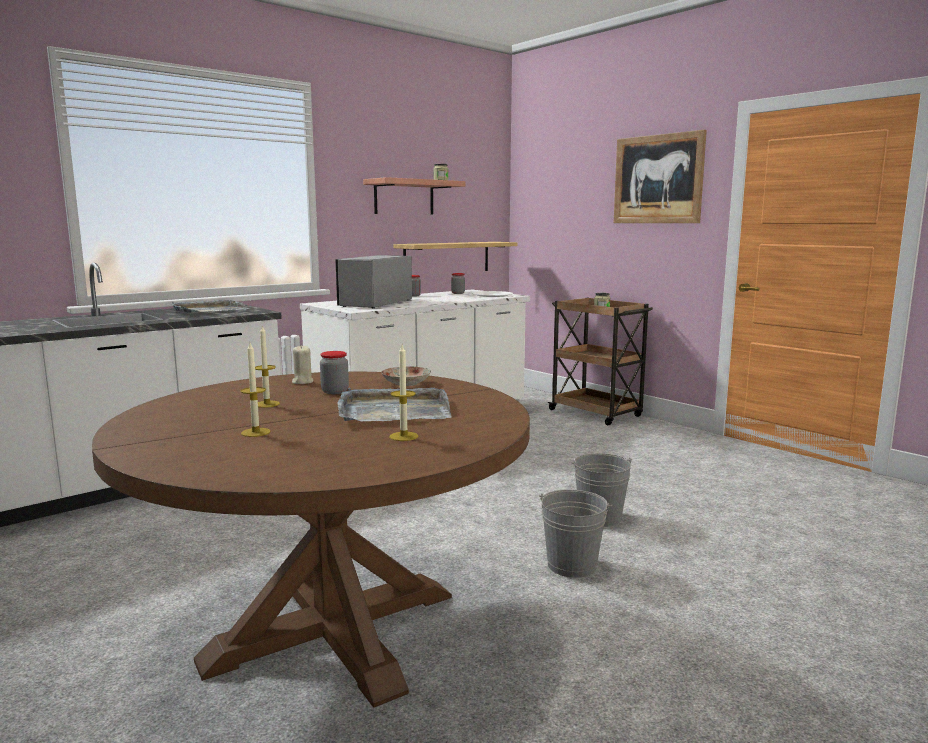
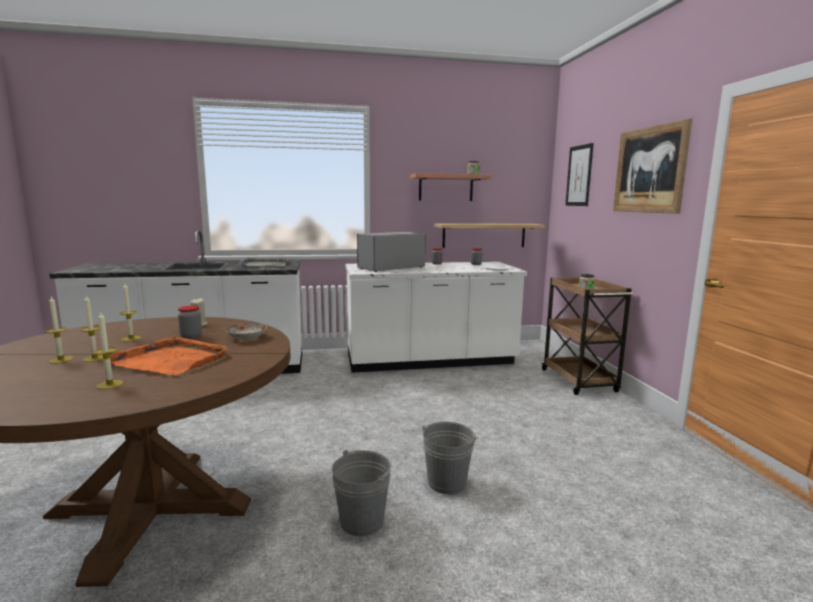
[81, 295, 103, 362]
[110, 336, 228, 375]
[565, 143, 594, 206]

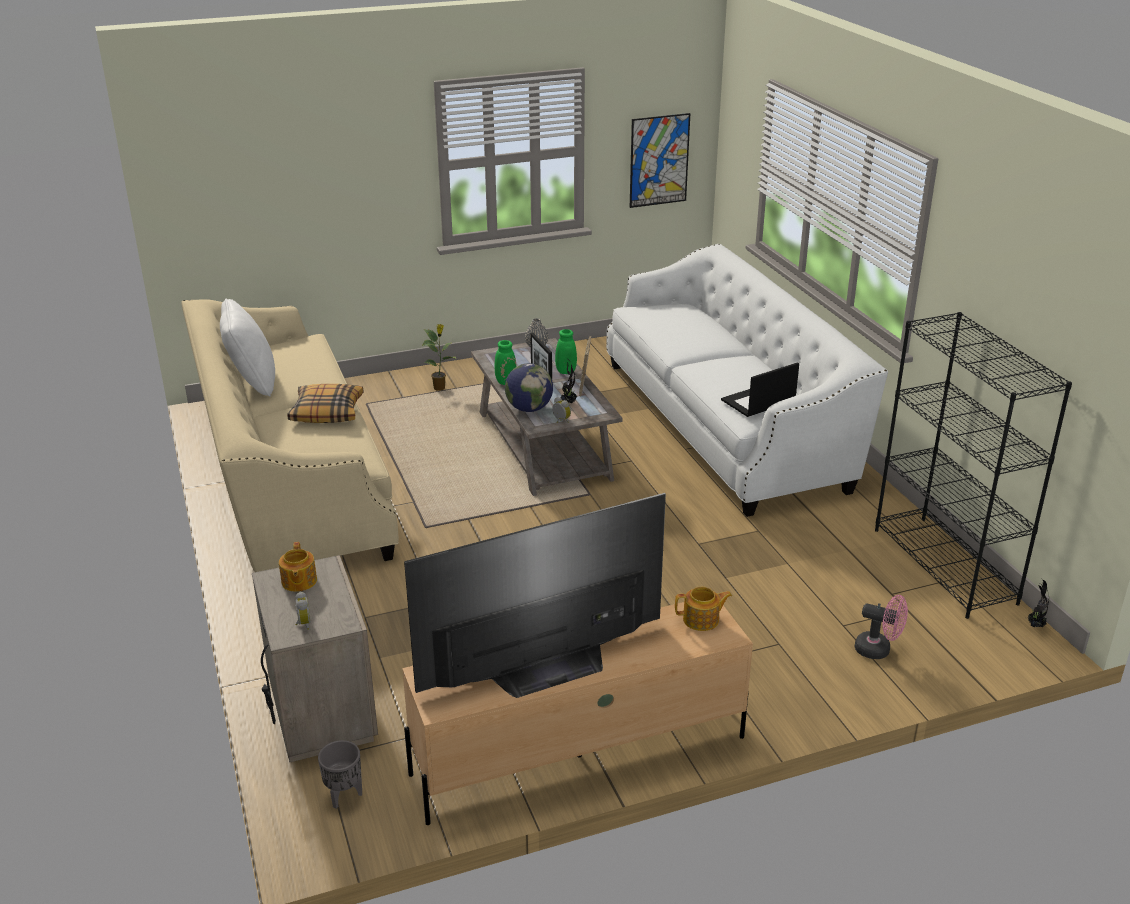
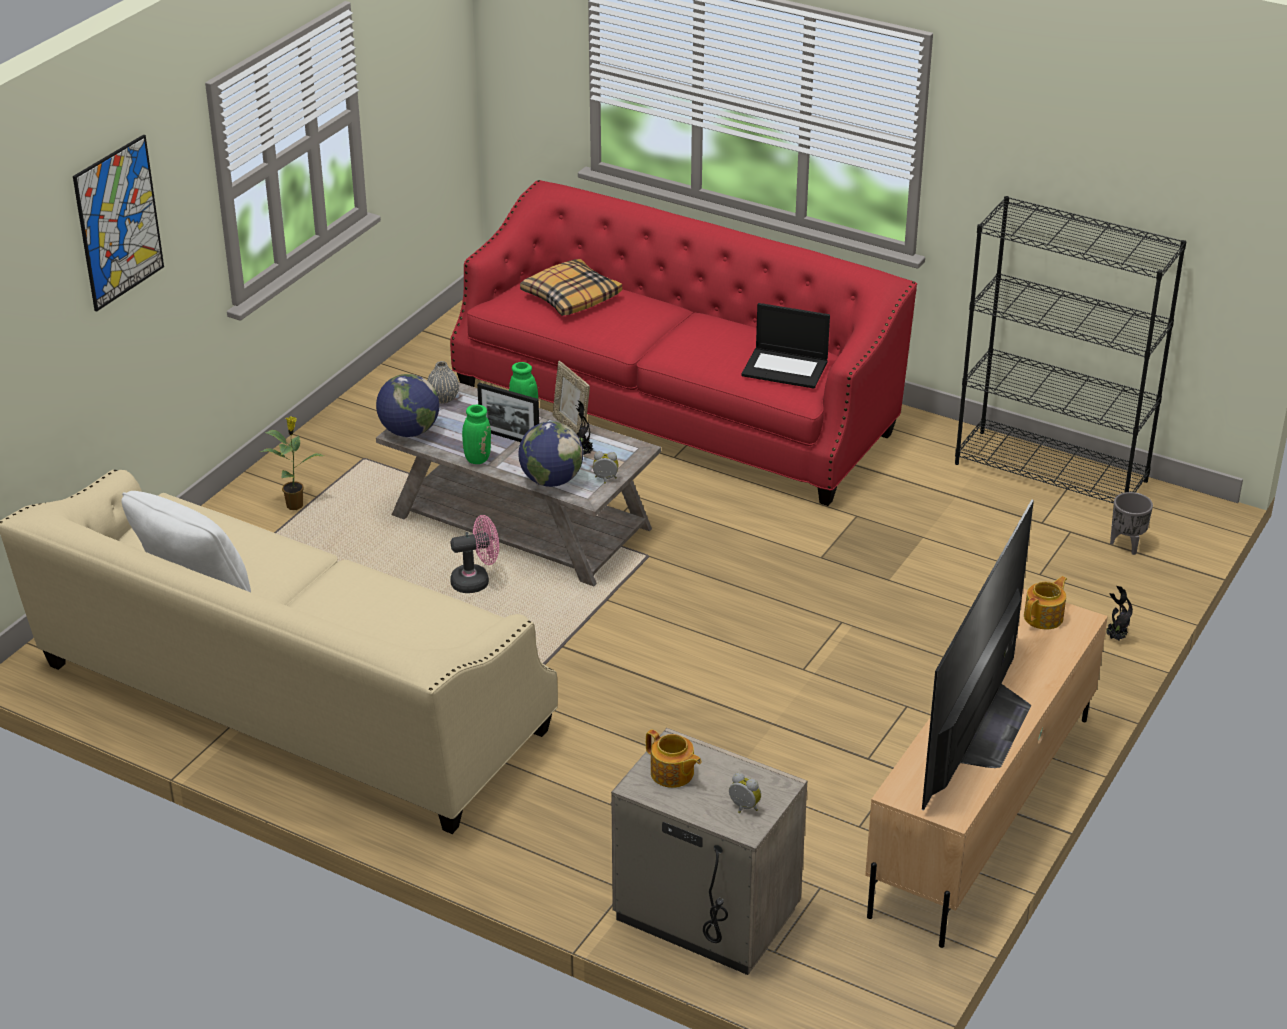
[73, 135, 164, 312]
[376, 374, 439, 437]
[450, 180, 917, 506]
[450, 515, 499, 593]
[520, 259, 622, 316]
[741, 303, 830, 389]
[1106, 586, 1133, 641]
[1110, 492, 1153, 555]

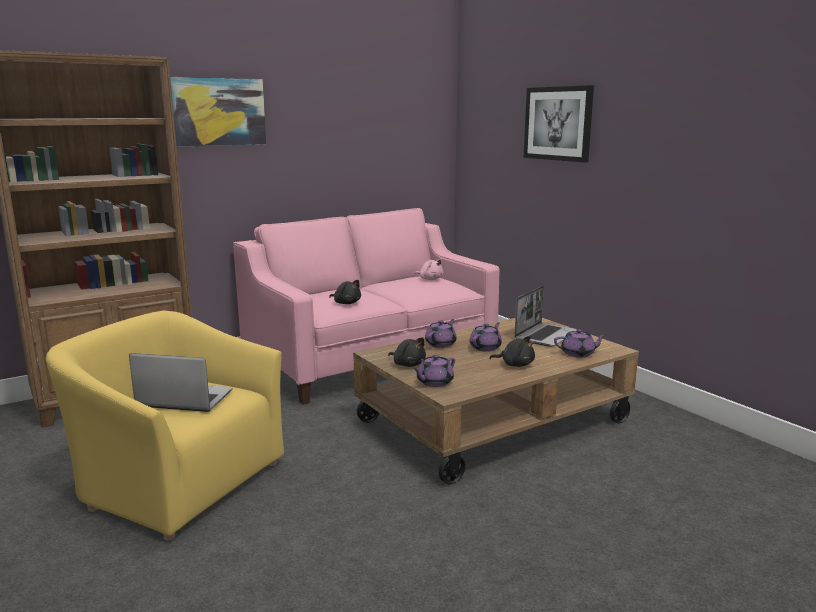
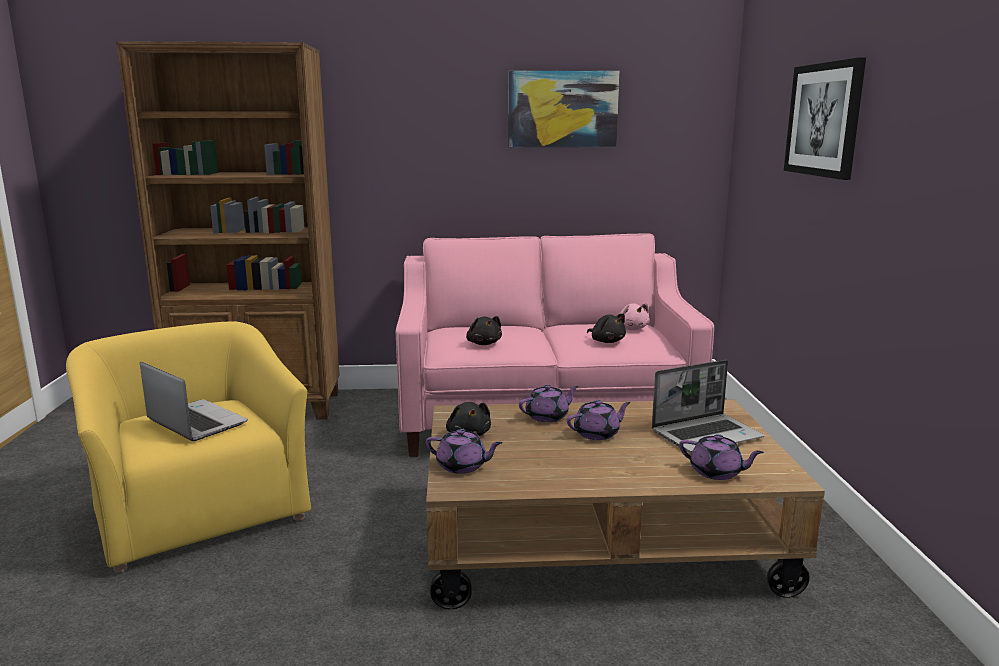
[426, 429, 503, 474]
[508, 70, 620, 147]
[587, 313, 626, 343]

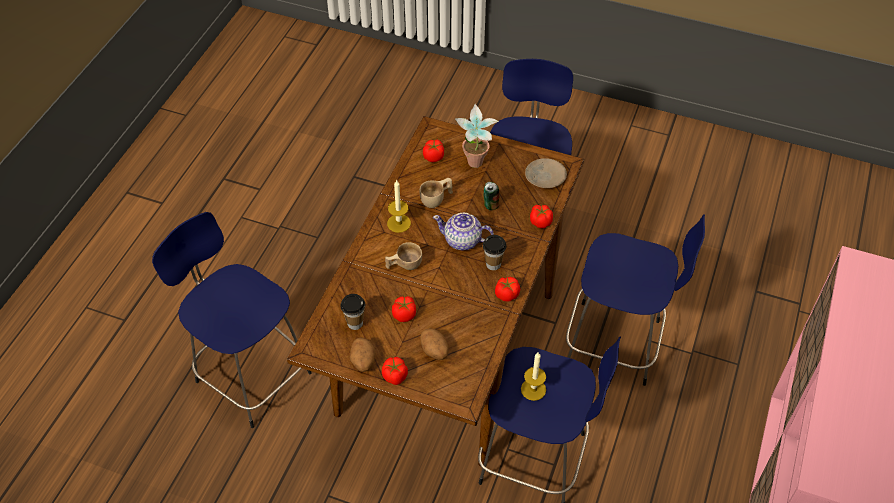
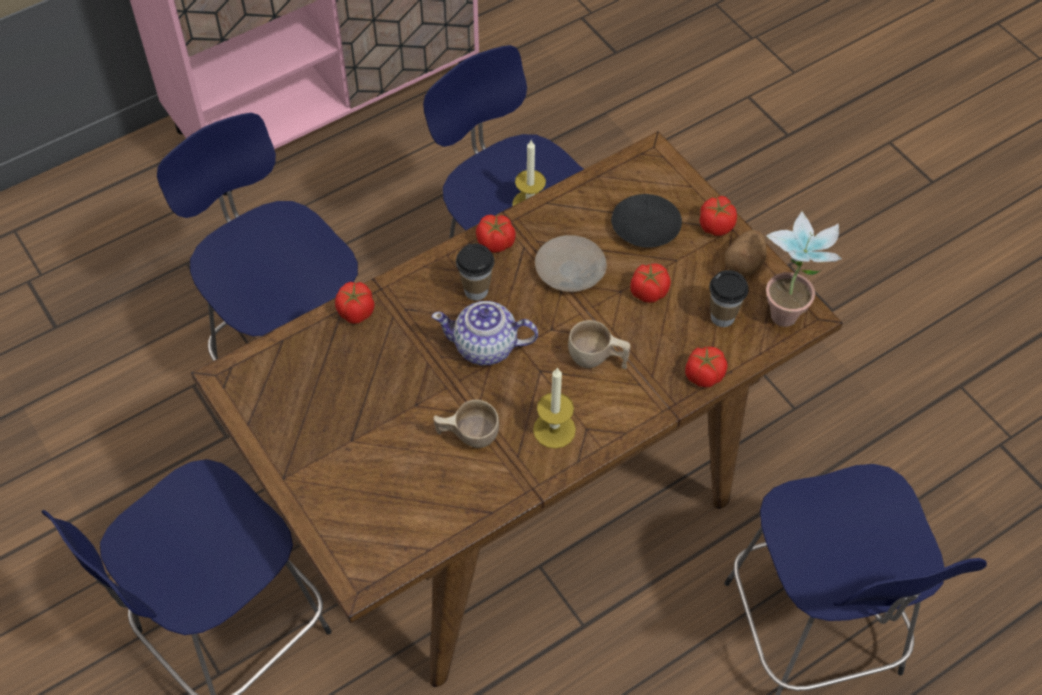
[432, 301, 538, 365]
[535, 235, 607, 292]
[611, 194, 682, 248]
[685, 347, 728, 387]
[766, 211, 843, 327]
[483, 182, 499, 210] (first image)

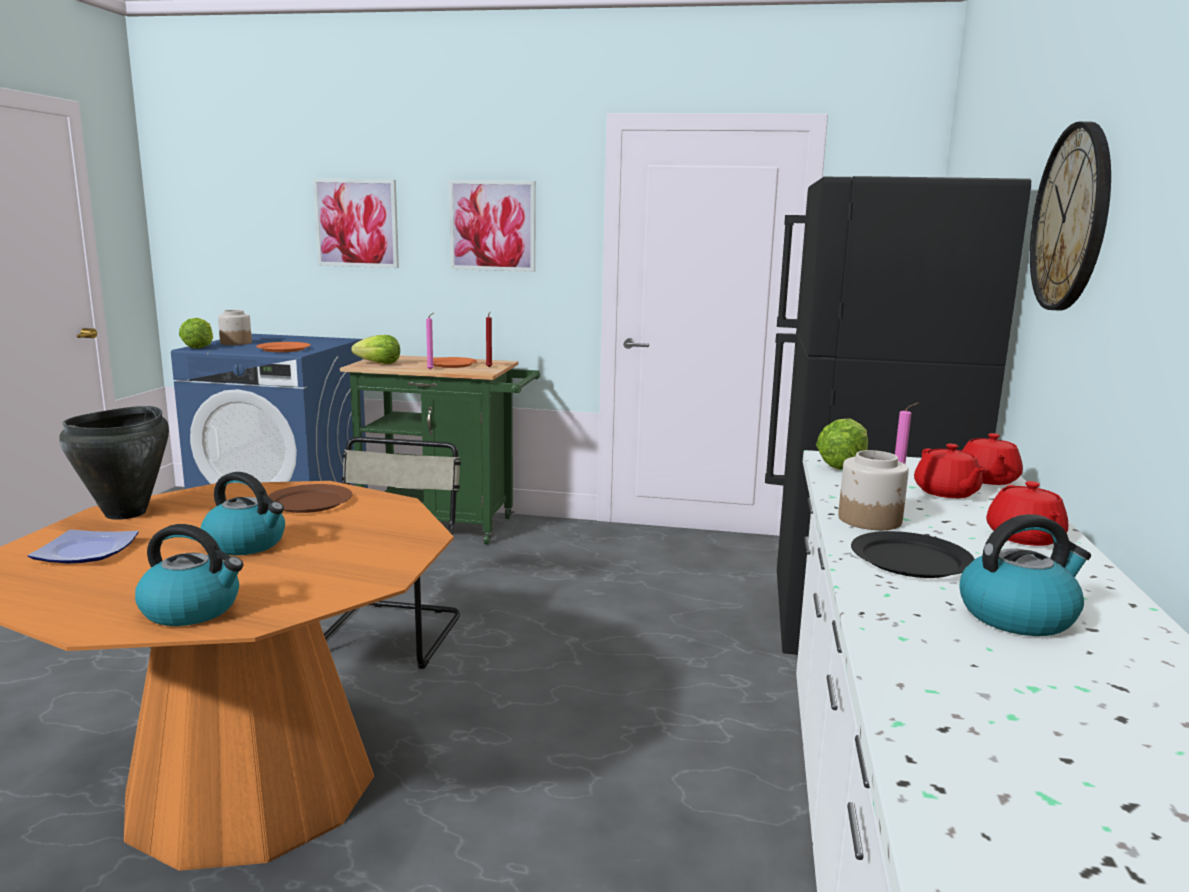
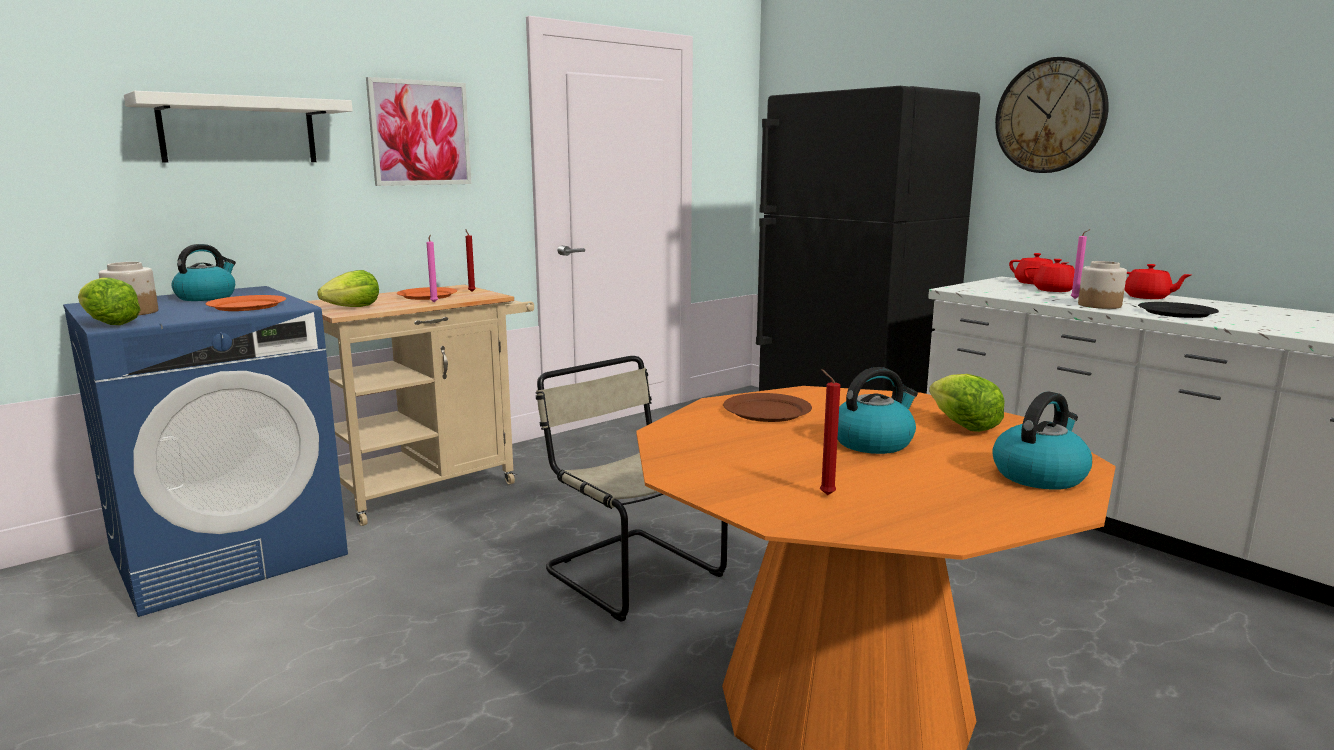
[124, 91, 353, 163]
[172, 244, 236, 301]
[306, 285, 534, 526]
[820, 369, 840, 495]
[929, 374, 1005, 432]
[59, 406, 169, 520] (first image)

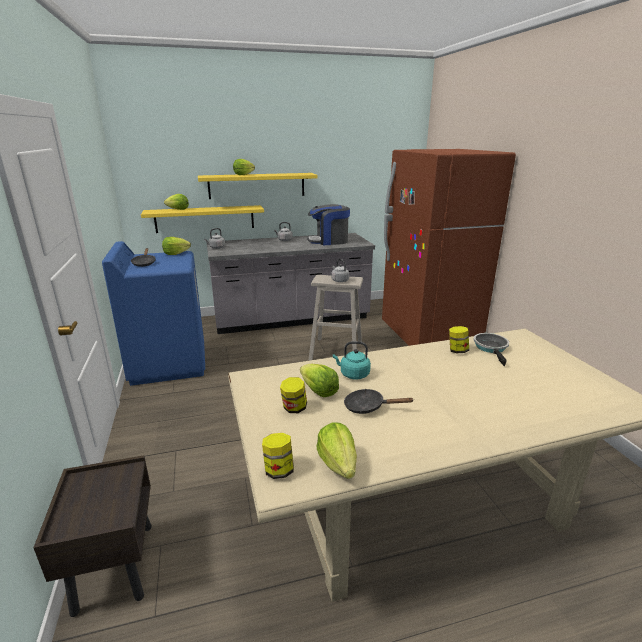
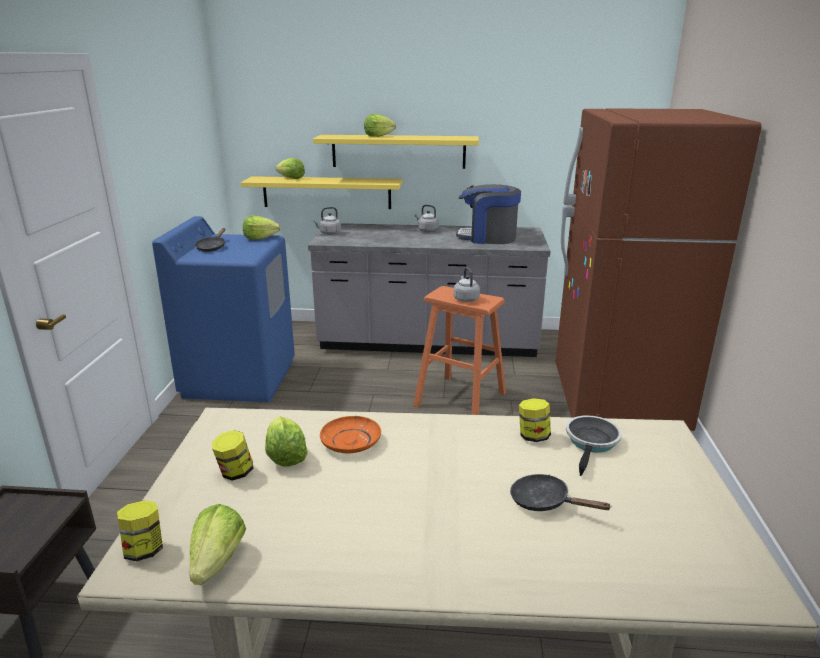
[320, 416, 381, 453]
[413, 286, 506, 415]
[510, 474, 612, 511]

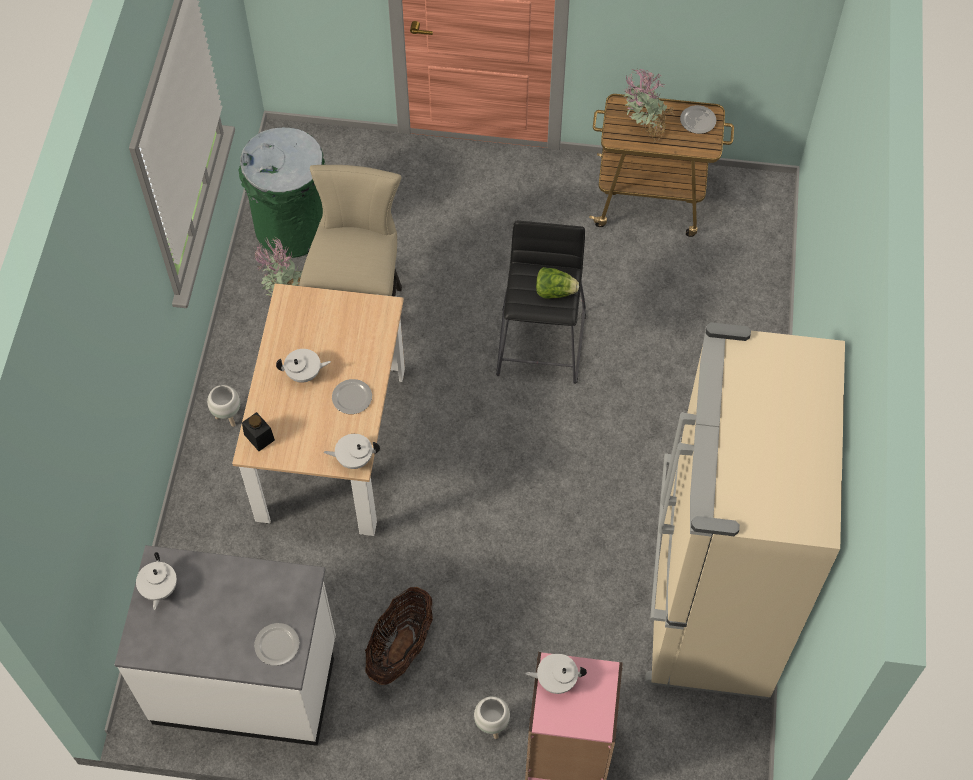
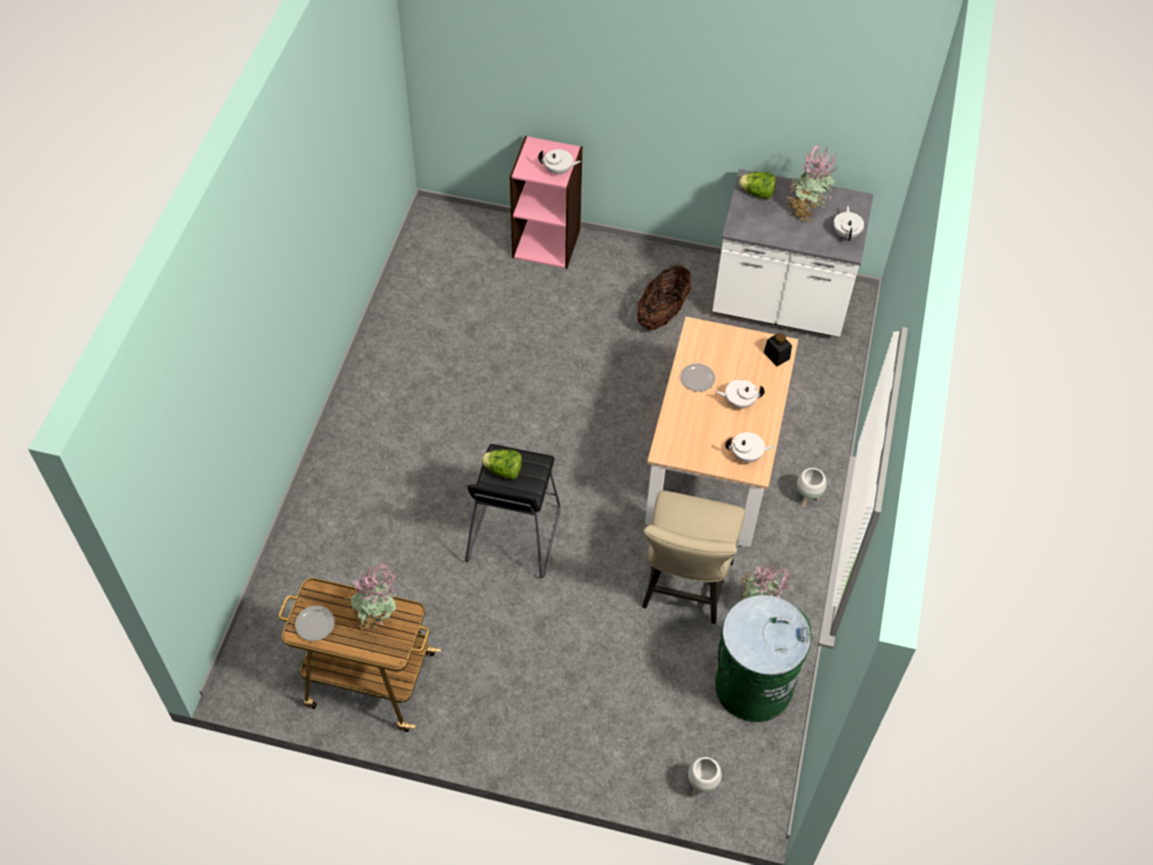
[688, 757, 722, 796]
[725, 432, 774, 463]
[739, 172, 776, 200]
[786, 143, 837, 221]
[645, 322, 845, 699] (first image)

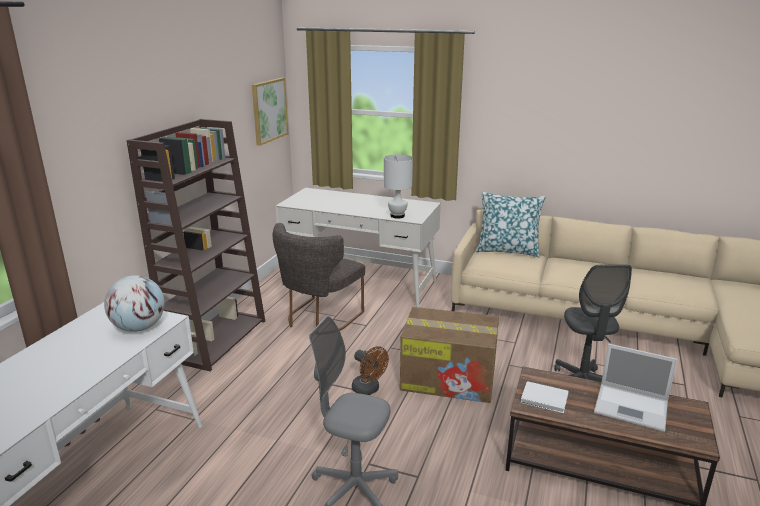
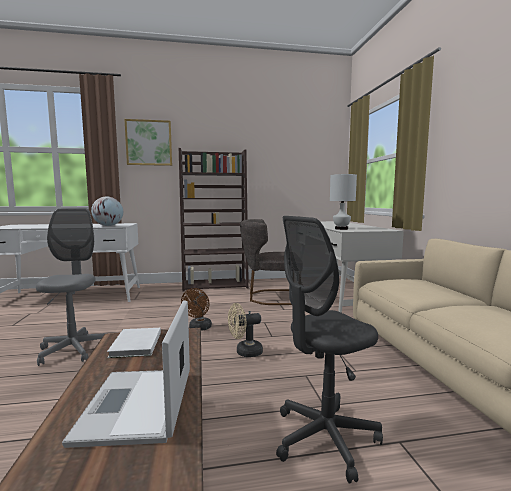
[124, 119, 172, 166]
[228, 303, 263, 357]
[476, 192, 546, 257] (first image)

